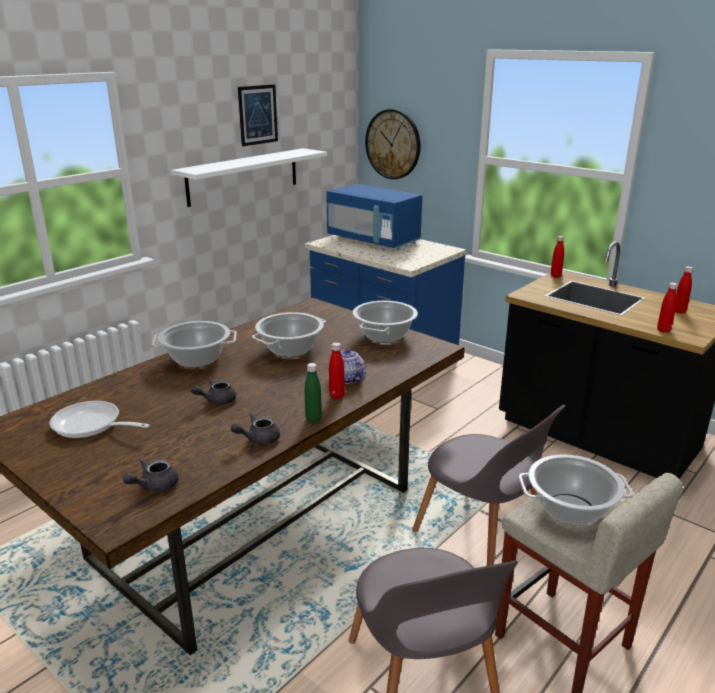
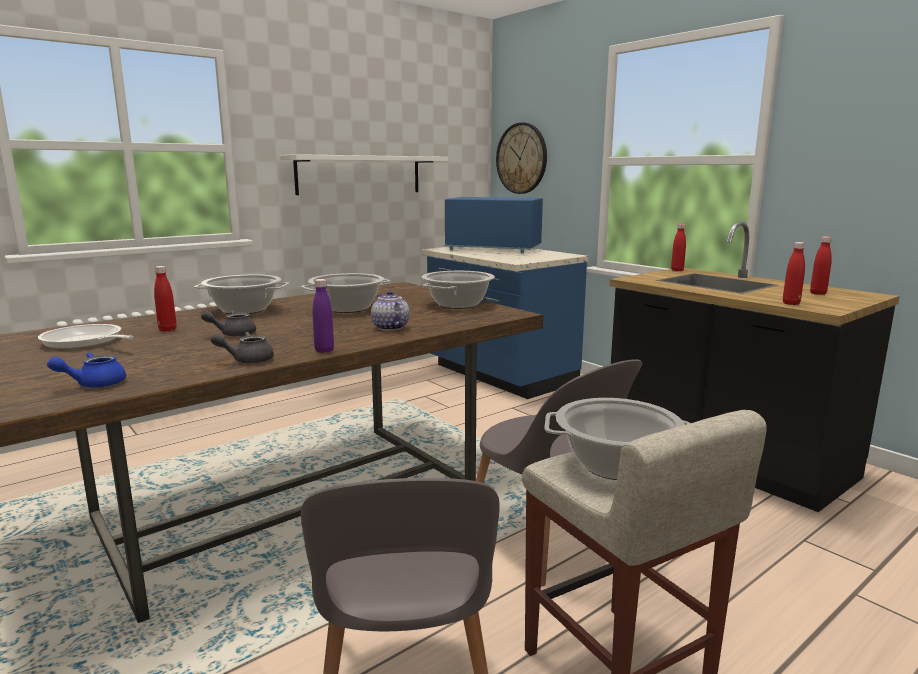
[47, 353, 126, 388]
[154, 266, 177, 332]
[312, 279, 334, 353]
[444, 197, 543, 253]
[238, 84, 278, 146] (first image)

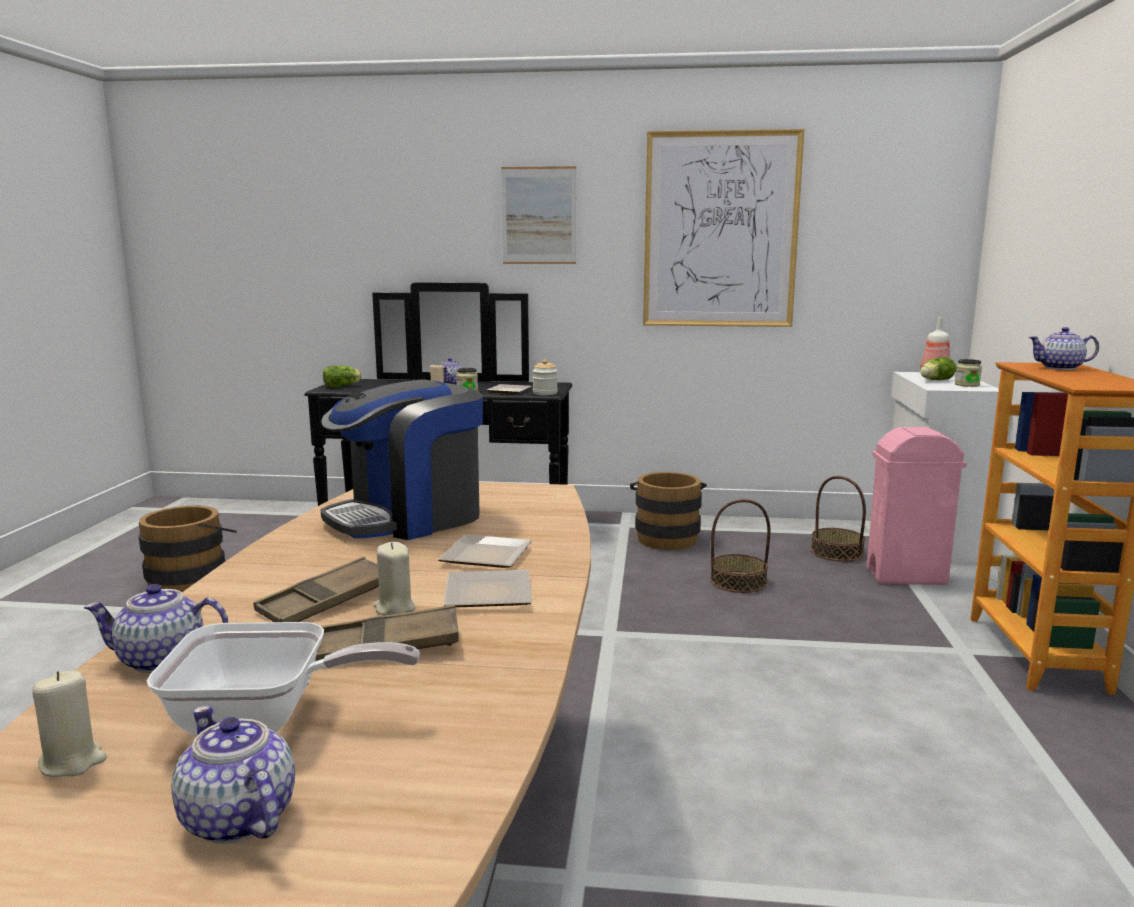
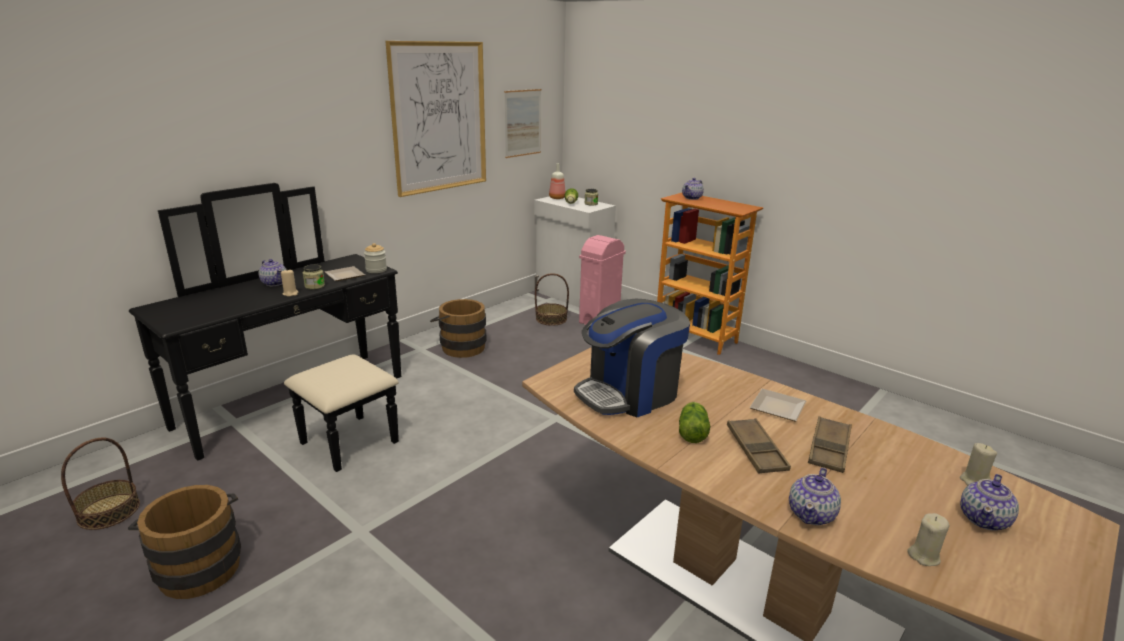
[61, 438, 140, 530]
[504, 89, 541, 158]
[574, 299, 690, 417]
[679, 402, 710, 443]
[960, 443, 997, 486]
[960, 474, 1019, 531]
[147, 622, 420, 736] (first image)
[438, 535, 532, 568] (first image)

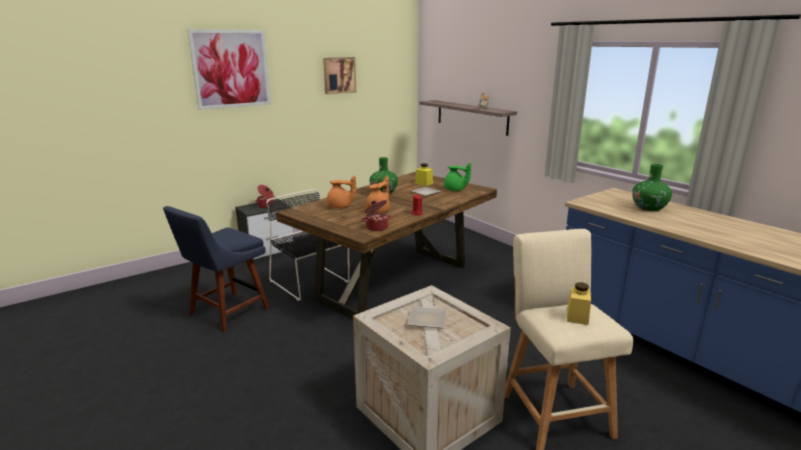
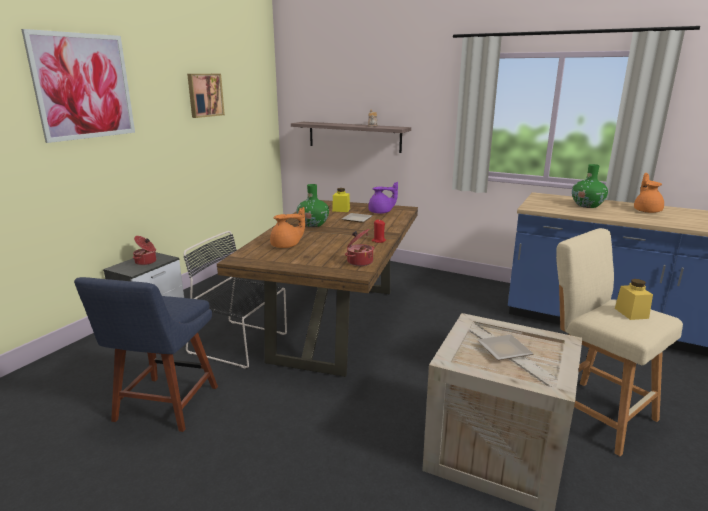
[368, 182, 398, 214]
[634, 173, 664, 213]

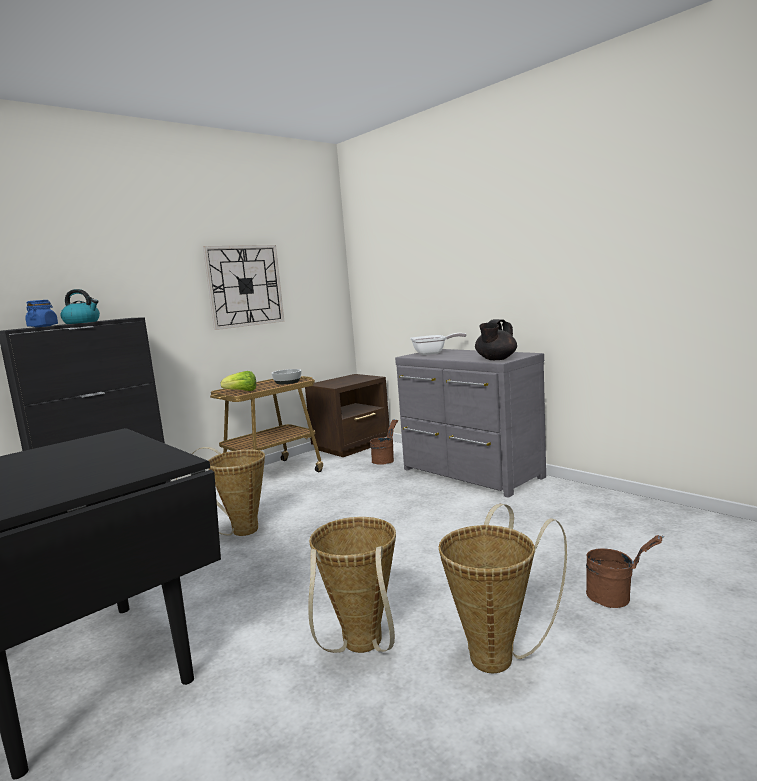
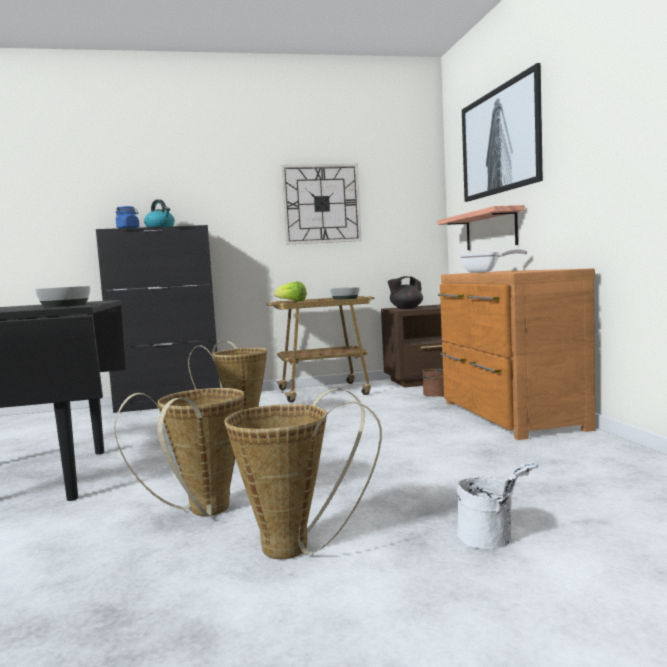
[35, 286, 90, 307]
[387, 276, 423, 309]
[437, 205, 525, 250]
[438, 268, 595, 440]
[457, 463, 539, 550]
[462, 63, 543, 202]

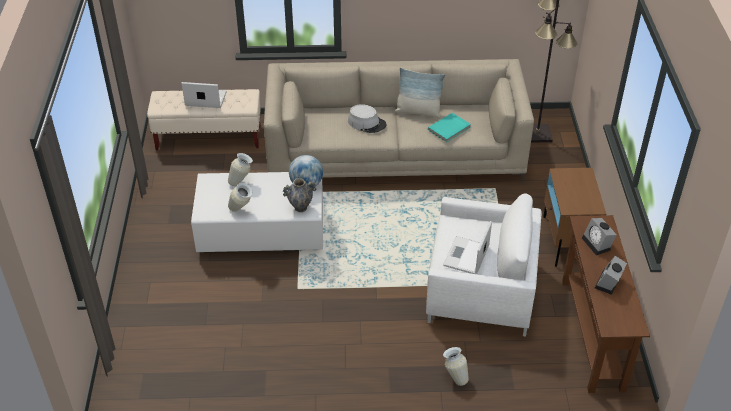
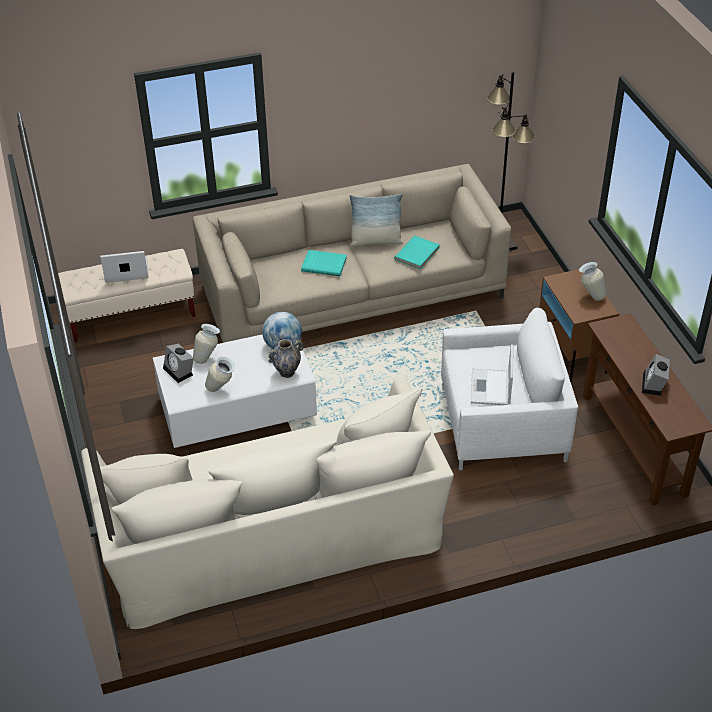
[81, 376, 454, 629]
[163, 344, 194, 383]
[301, 250, 347, 277]
[579, 262, 606, 301]

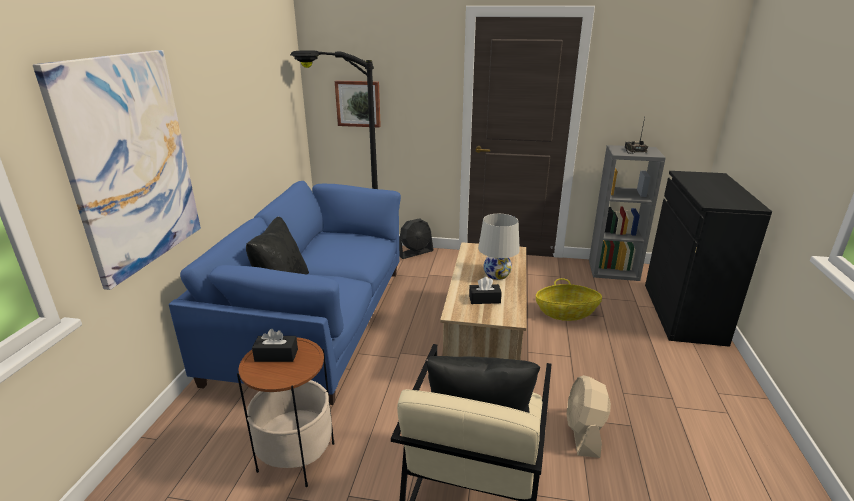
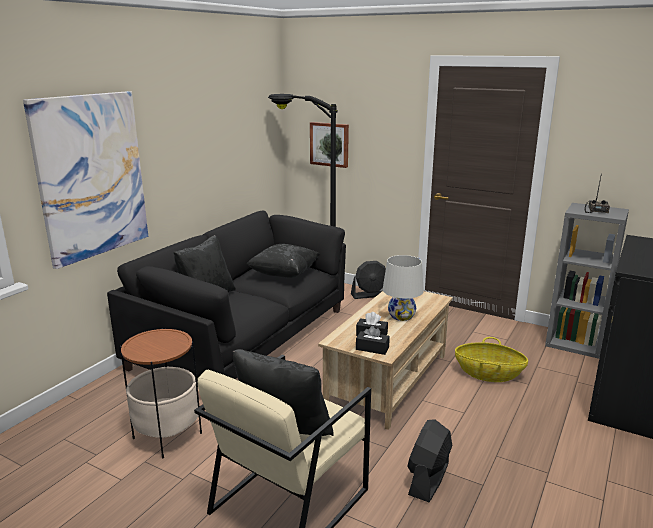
[107, 211, 346, 385]
[247, 244, 320, 278]
[356, 326, 390, 355]
[407, 419, 452, 502]

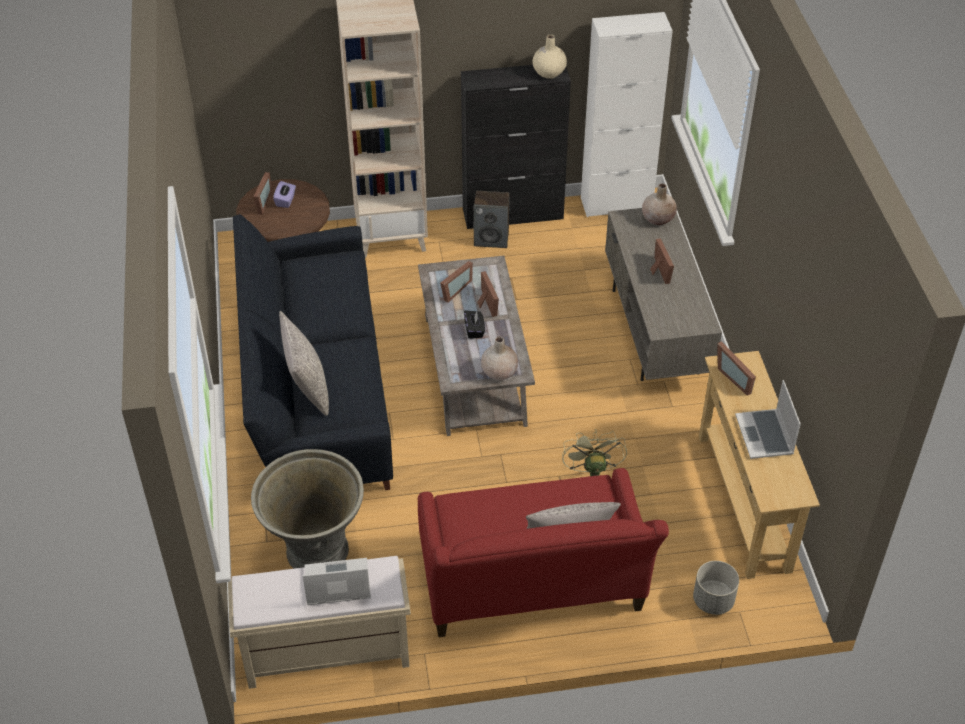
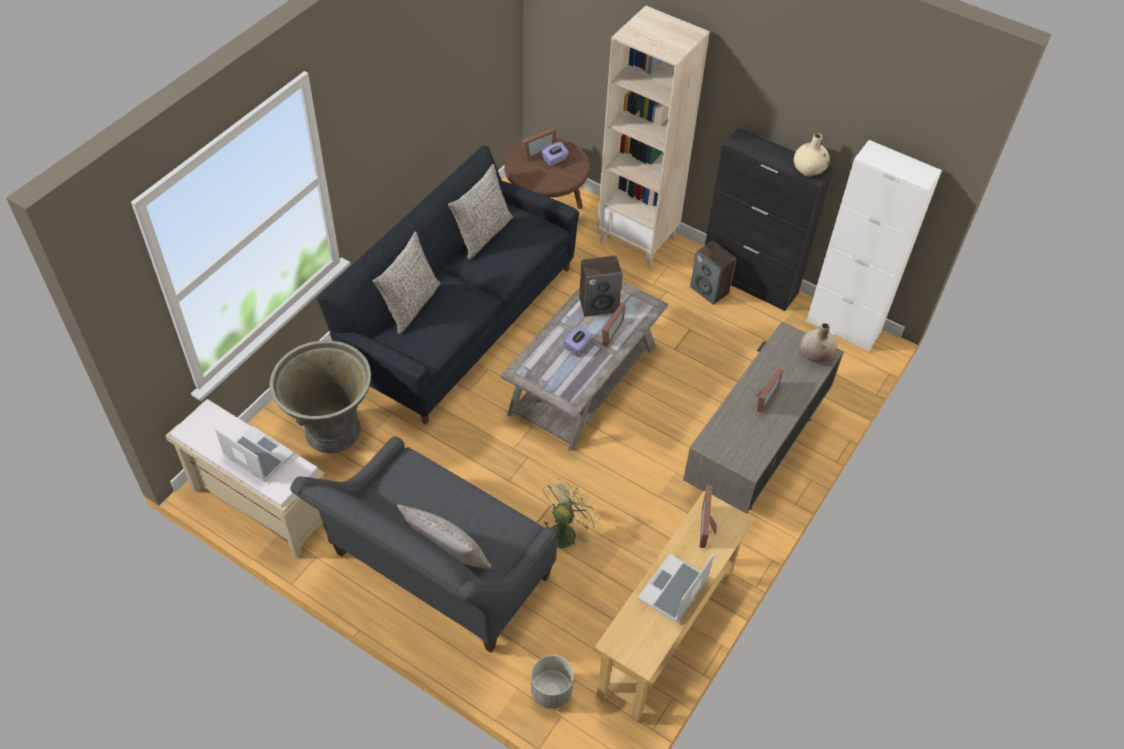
[290, 436, 557, 653]
[448, 164, 513, 259]
[564, 325, 592, 355]
[579, 255, 623, 316]
[481, 336, 518, 380] (first image)

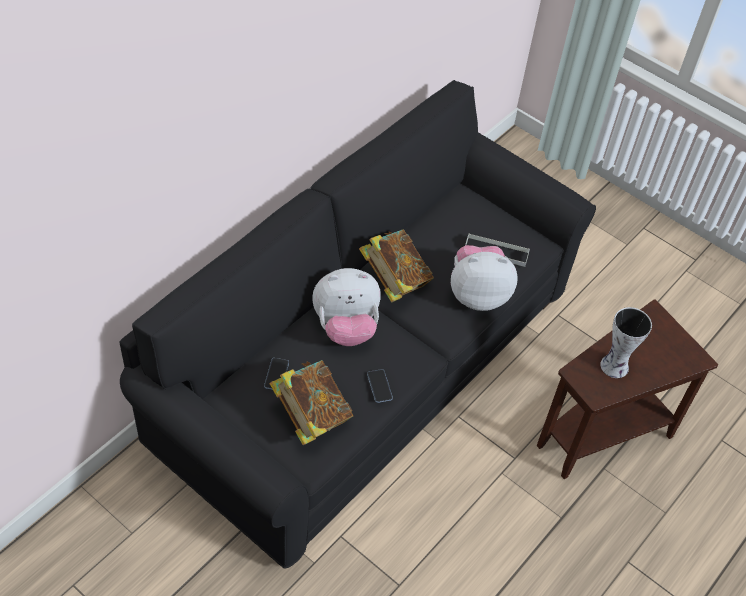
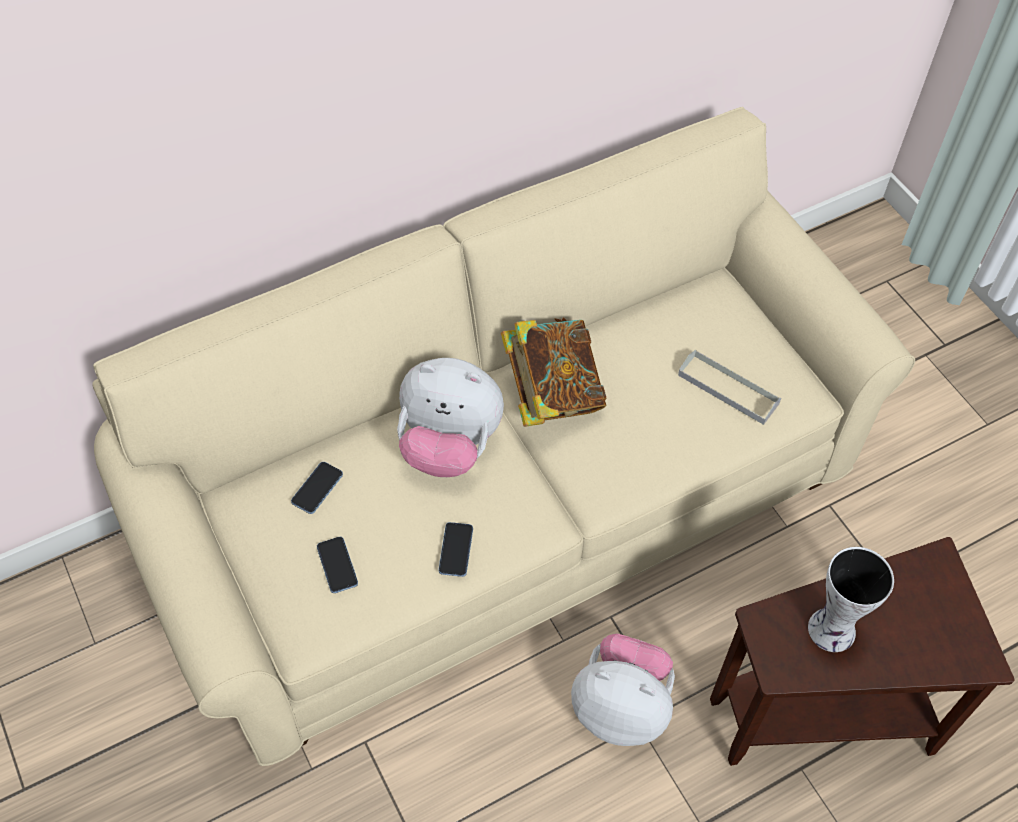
[92, 107, 915, 766]
[317, 537, 358, 593]
[571, 633, 675, 746]

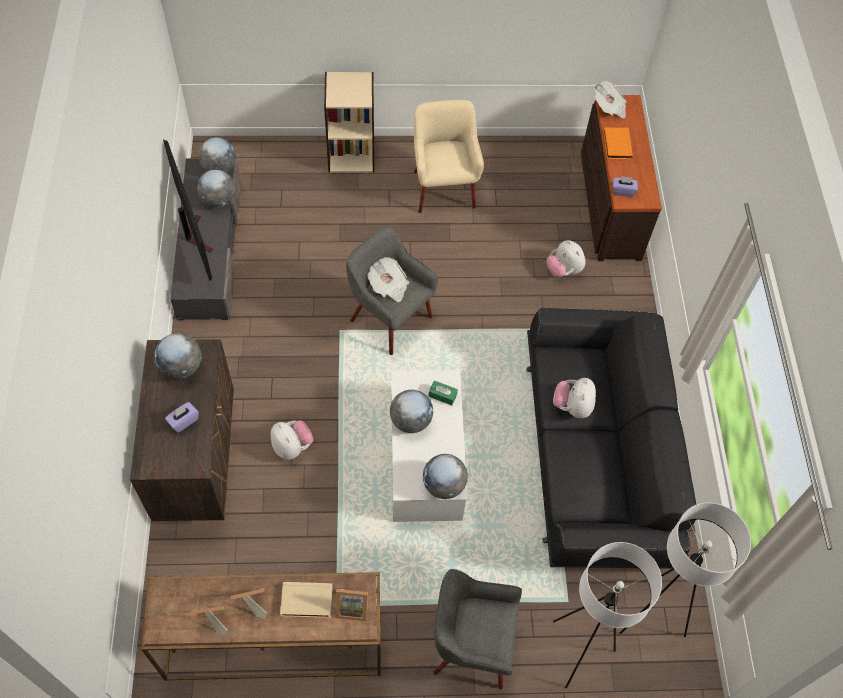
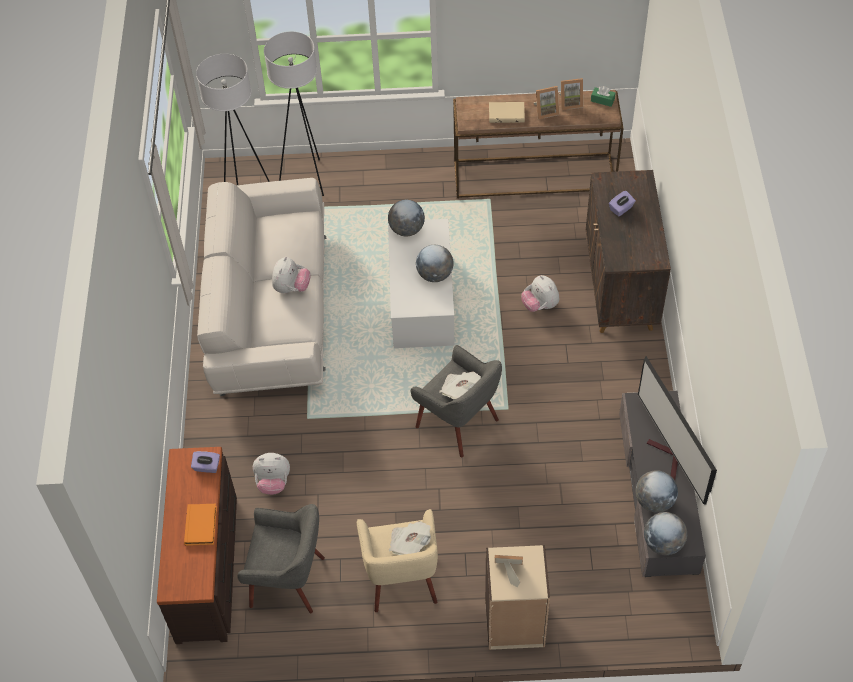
[197, 178, 326, 396]
[237, 504, 325, 613]
[253, 453, 290, 495]
[389, 521, 431, 555]
[495, 555, 523, 587]
[591, 86, 615, 107]
[154, 333, 202, 379] (first image)

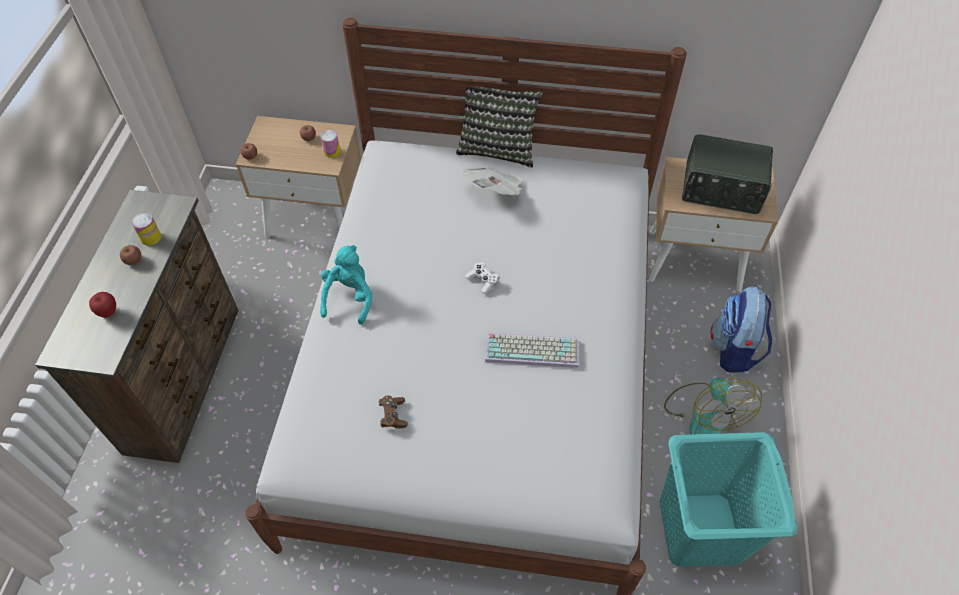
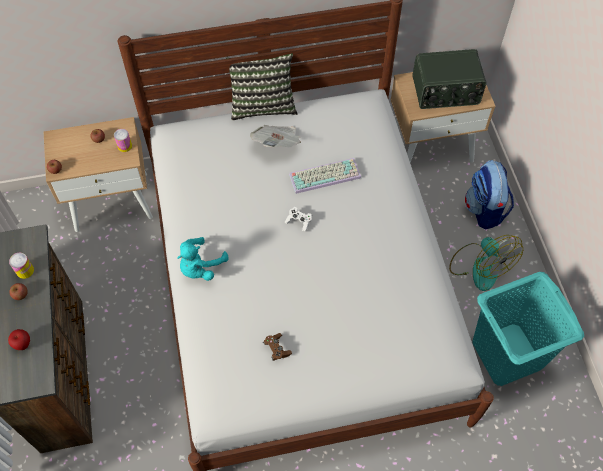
[177, 237, 228, 281]
[289, 158, 361, 194]

